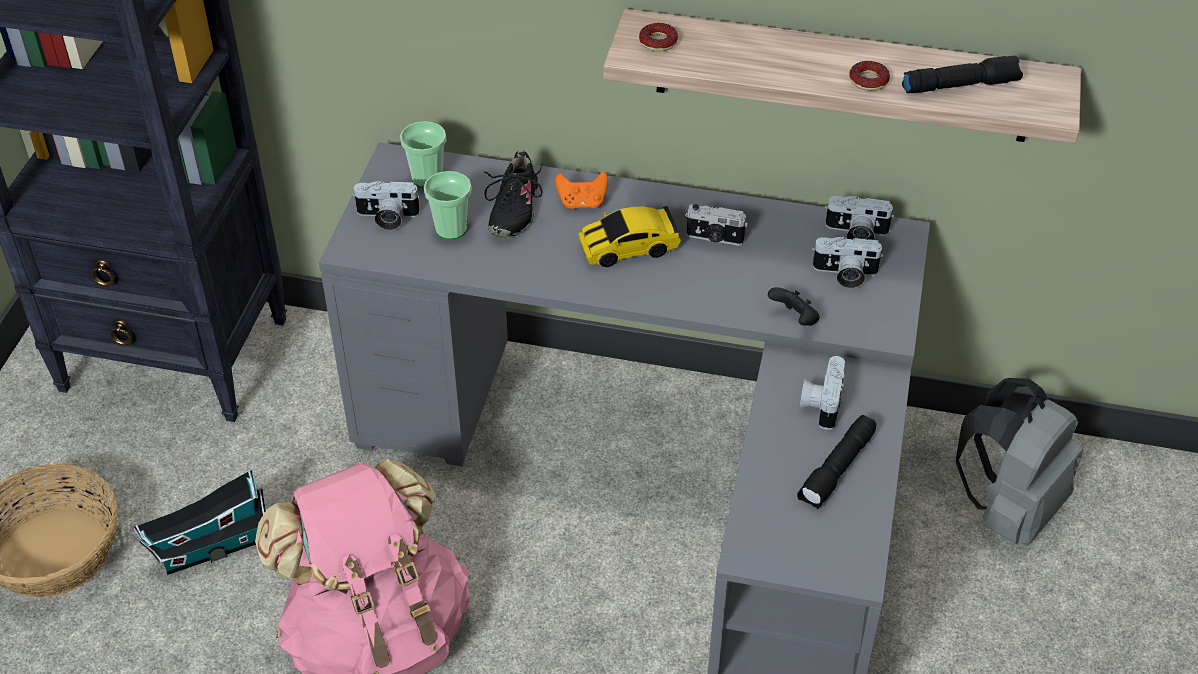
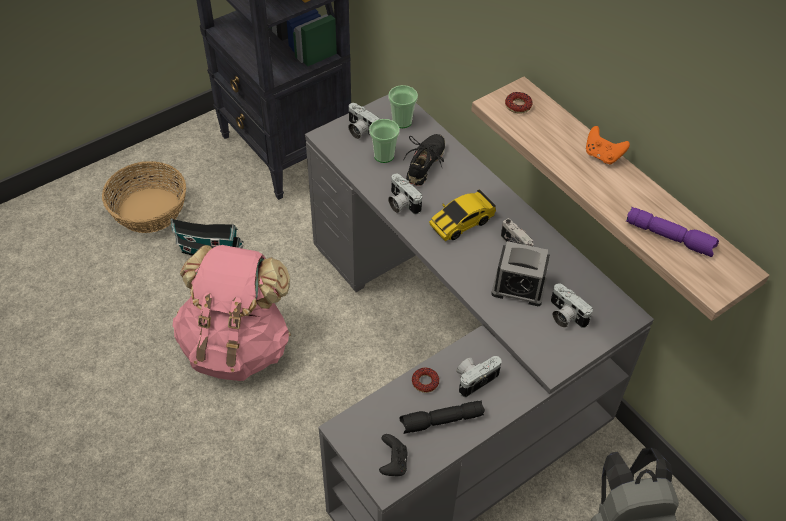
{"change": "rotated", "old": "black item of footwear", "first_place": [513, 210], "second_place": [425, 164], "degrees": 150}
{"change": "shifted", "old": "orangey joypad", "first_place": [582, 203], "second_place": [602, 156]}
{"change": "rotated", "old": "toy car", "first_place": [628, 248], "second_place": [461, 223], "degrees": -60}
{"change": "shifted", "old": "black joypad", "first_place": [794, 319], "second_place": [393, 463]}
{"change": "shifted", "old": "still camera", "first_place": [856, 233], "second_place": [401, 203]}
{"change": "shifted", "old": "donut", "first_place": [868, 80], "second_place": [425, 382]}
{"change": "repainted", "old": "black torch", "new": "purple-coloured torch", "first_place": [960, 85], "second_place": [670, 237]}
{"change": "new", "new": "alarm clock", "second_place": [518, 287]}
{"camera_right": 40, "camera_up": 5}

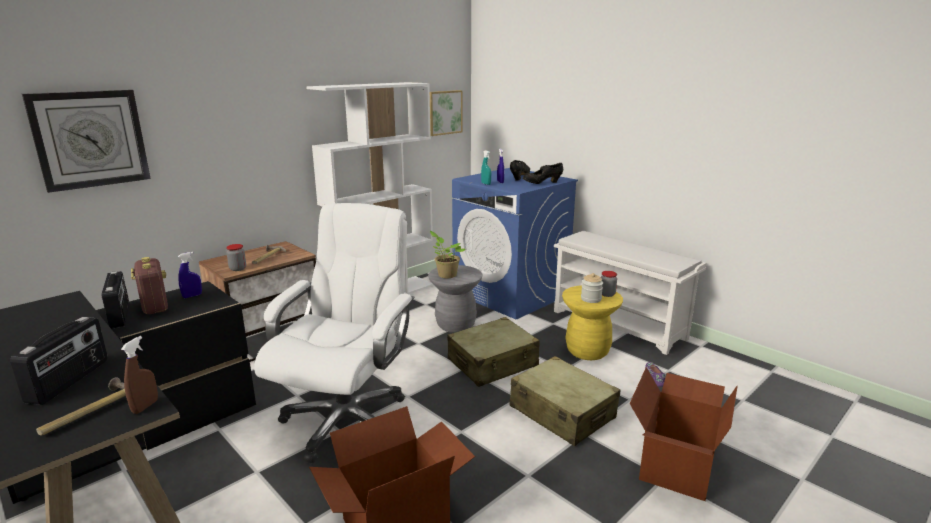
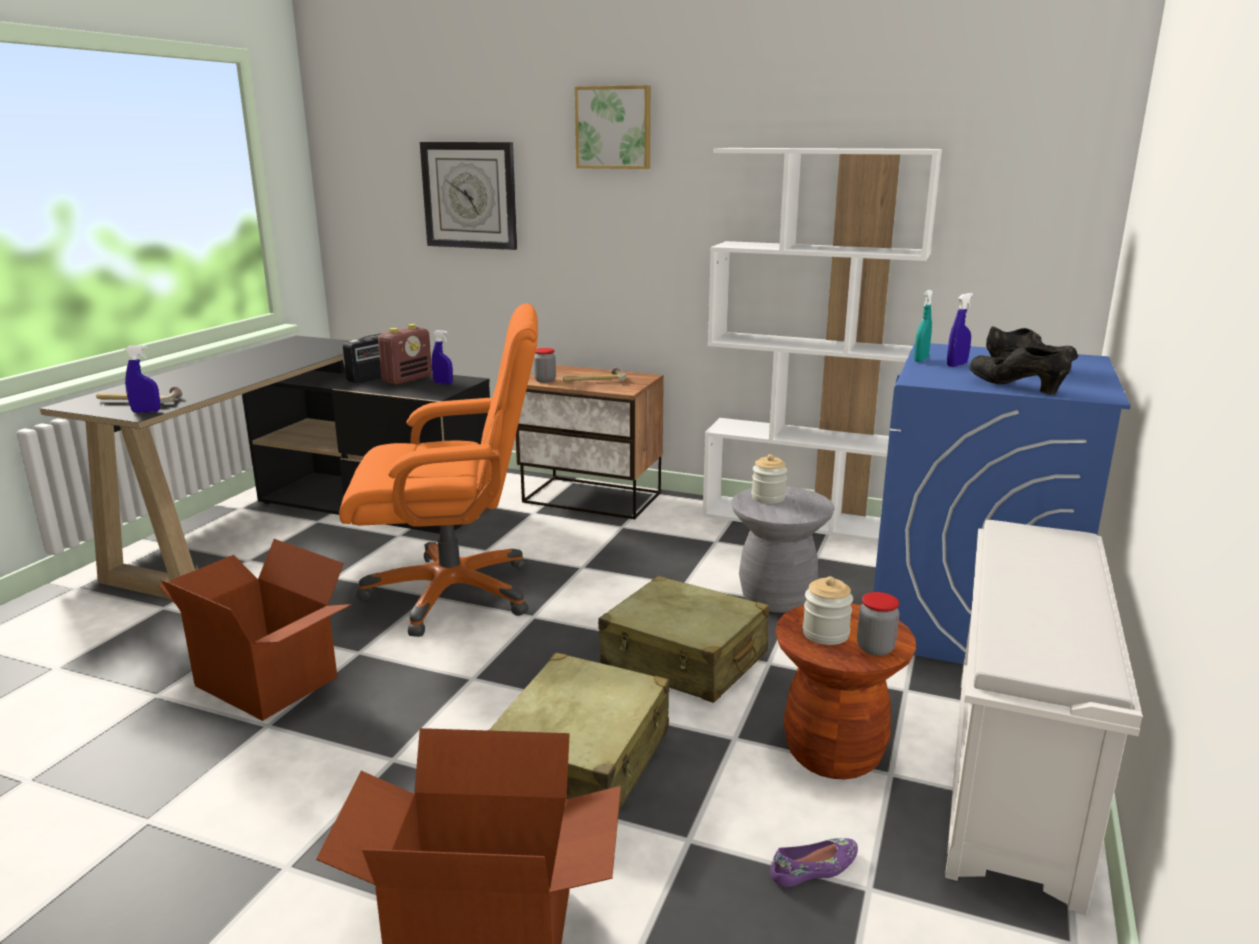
{"change": "gone", "old": "radio receiver", "first_place": [70, 381]}
{"change": "repainted", "old": "brownish hand sprayer", "new": "blue-coloured hand sprayer", "first_place": [145, 406], "second_place": [146, 412]}
{"change": "repainted", "old": "white desk chair", "new": "orangey desk chair", "first_place": [346, 420], "second_place": [453, 593]}
{"change": "shifted", "old": "wall art", "first_place": [444, 112], "second_place": [614, 127]}
{"change": "swapped", "old": "plant in a pot", "new": "jar", "first_place": [446, 275], "second_place": [768, 498]}
{"change": "repainted", "old": "yellow sitting stool", "new": "brownish sitting stool", "first_place": [587, 351], "second_place": [834, 753]}
{"camera_right": 65, "camera_up": 0}

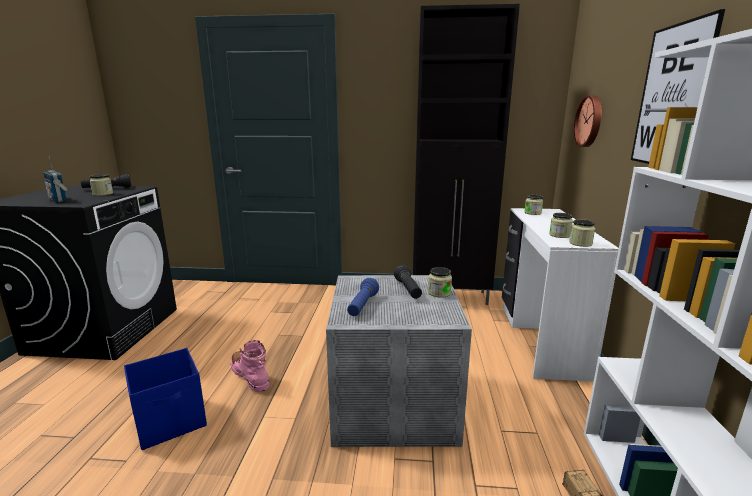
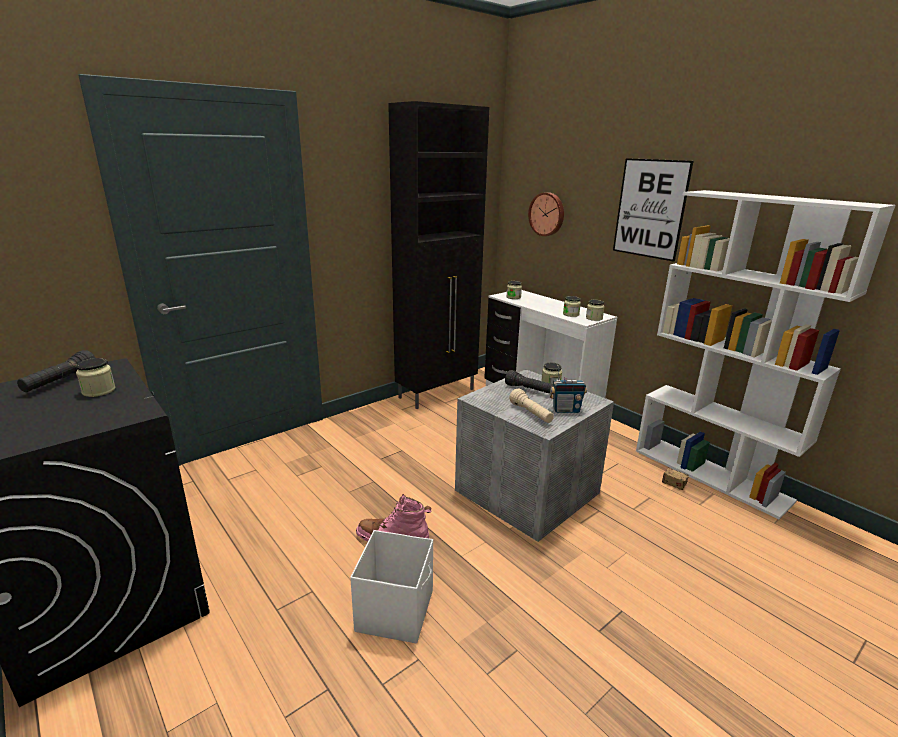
{"change": "shifted", "old": "radio receiver", "first_place": [59, 200], "second_place": [566, 410]}
{"change": "repainted", "old": "blue-coloured storage bin", "new": "white storage bin", "first_place": [171, 421], "second_place": [396, 610]}
{"change": "repainted", "old": "blue-coloured torch", "new": "beige-coloured torch", "first_place": [362, 306], "second_place": [531, 414]}
{"camera_right": -45, "camera_up": 5}

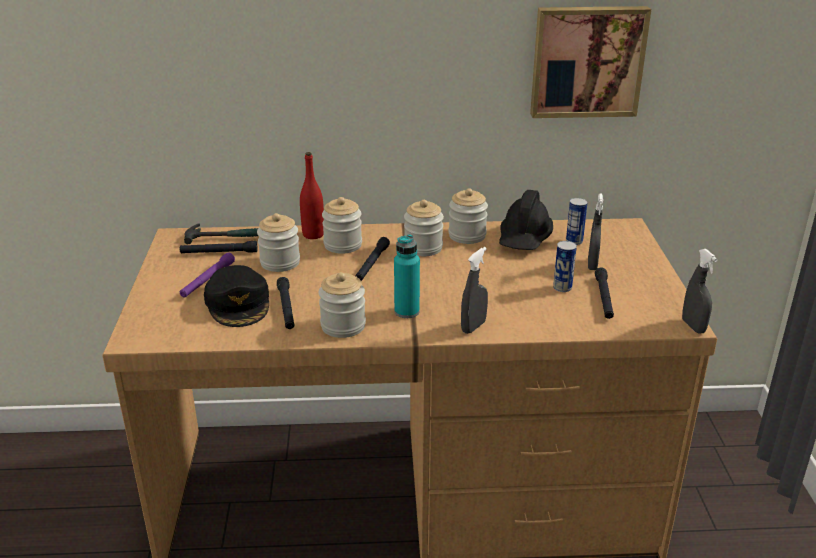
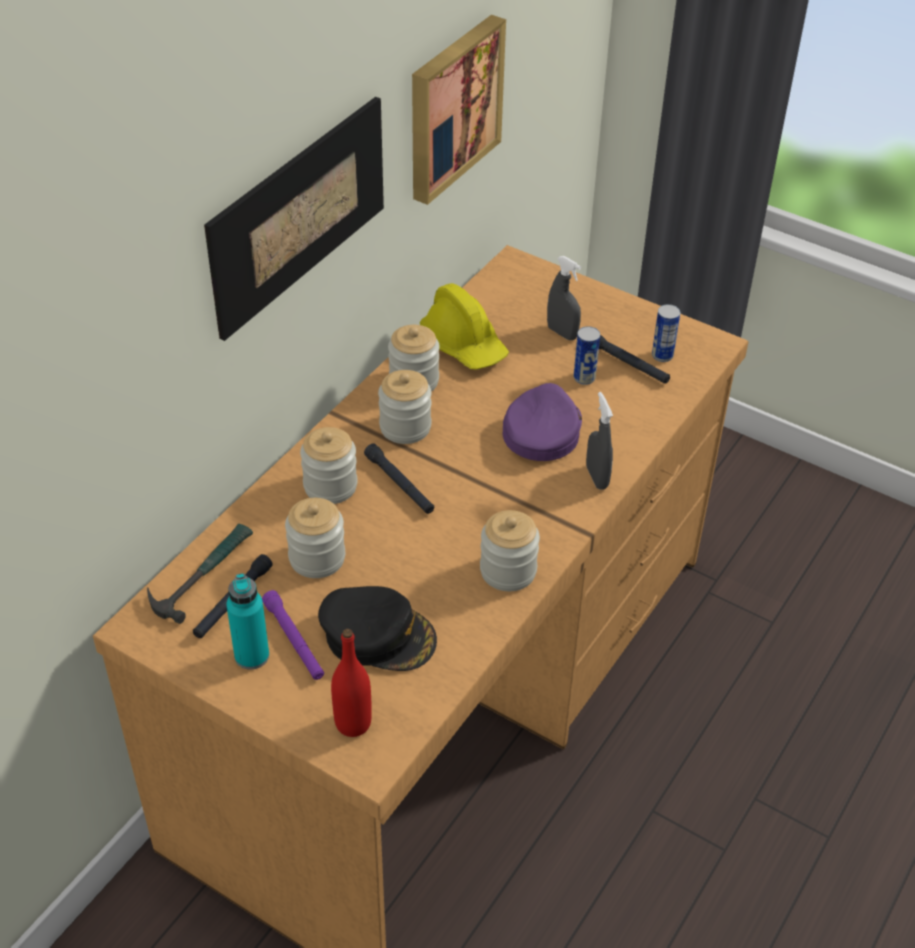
{"change": "gone", "old": "black torch", "first_place": [286, 308]}
{"change": "shifted", "old": "reddish beverage bottle", "first_place": [313, 235], "second_place": [353, 723]}
{"change": "shifted", "old": "turquoise-coloured beverage bottle", "first_place": [406, 311], "second_place": [252, 656]}
{"change": "repainted", "old": "black safety helmet", "new": "yellow safety helmet", "first_place": [525, 238], "second_place": [464, 344]}
{"change": "shifted", "old": "sealed can", "first_place": [574, 241], "second_place": [662, 355]}
{"change": "gone", "old": "gray hand sprayer", "first_place": [693, 326]}
{"change": "new", "new": "wall art", "second_place": [299, 214]}
{"change": "new", "new": "purple-coloured cap", "second_place": [542, 430]}
{"camera_right": -55, "camera_up": 15}

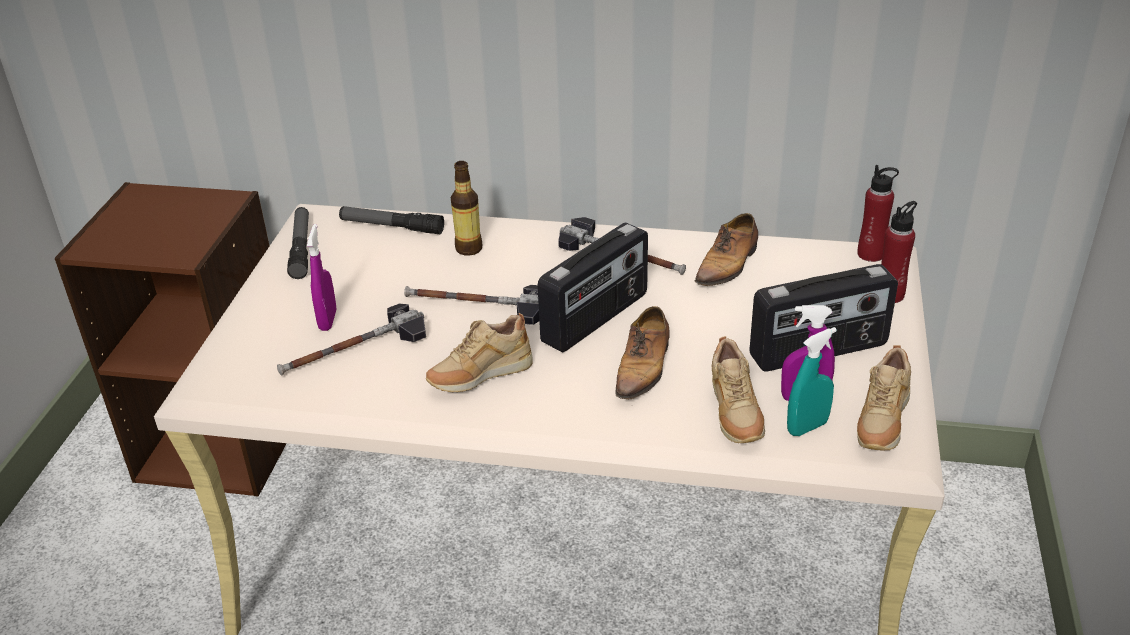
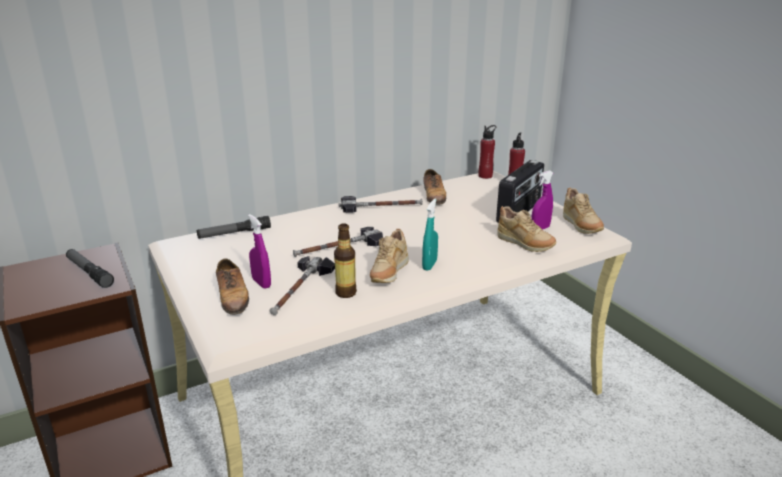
{"change": "shifted", "old": "torch", "first_place": [301, 248], "second_place": [89, 272]}
{"change": "shifted", "old": "beverage bottle", "first_place": [468, 248], "second_place": [345, 293]}
{"change": "gone", "old": "radio receiver", "first_place": [596, 319]}
{"change": "shifted", "old": "item of footwear", "first_place": [643, 368], "second_place": [233, 297]}
{"change": "shifted", "old": "turquoise-coloured hand sprayer", "first_place": [807, 427], "second_place": [429, 265]}
{"camera_right": -40, "camera_up": -10}

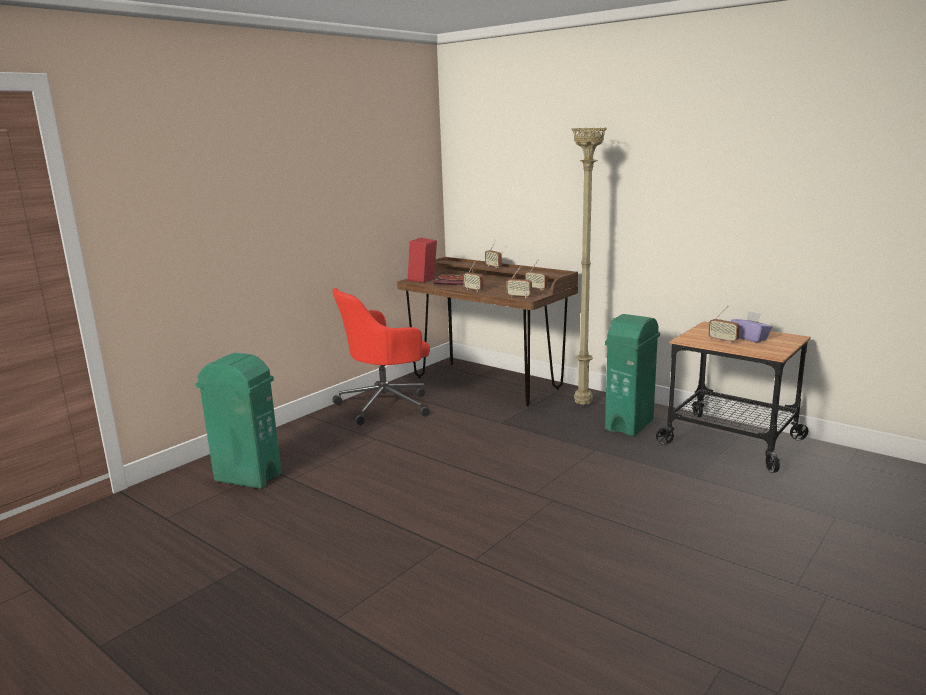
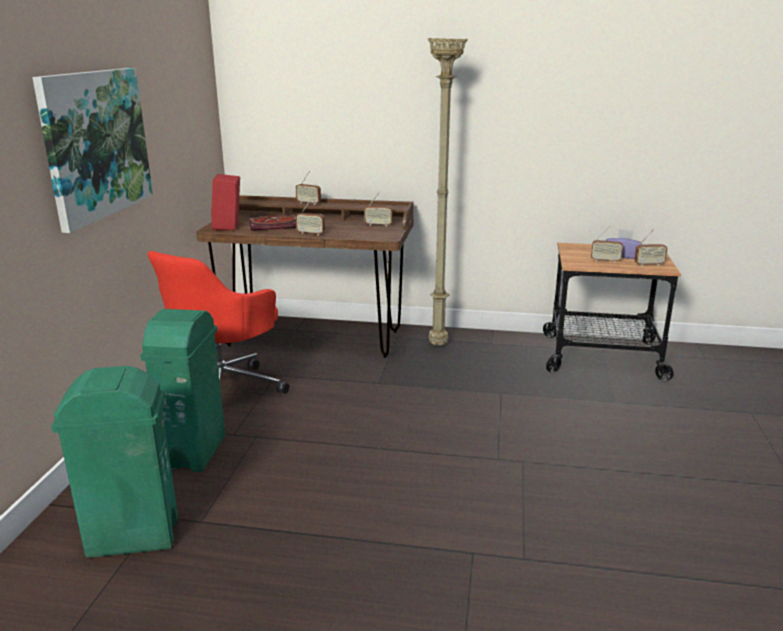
{"change": "shifted", "old": "radio receiver", "first_place": [519, 297], "second_place": [649, 265]}
{"change": "shifted", "old": "green-coloured waste bin", "first_place": [630, 425], "second_place": [195, 452]}
{"change": "new", "new": "wall art", "second_place": [96, 144]}
{"camera_right": -30, "camera_up": 5}

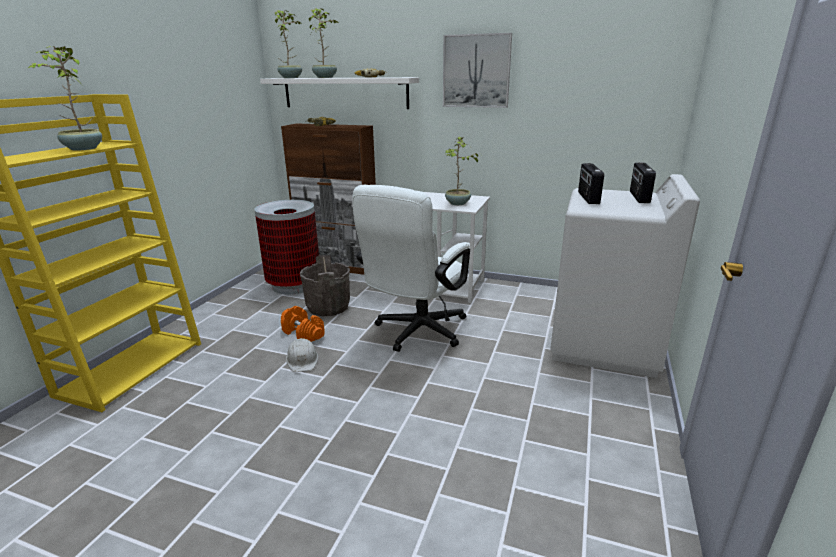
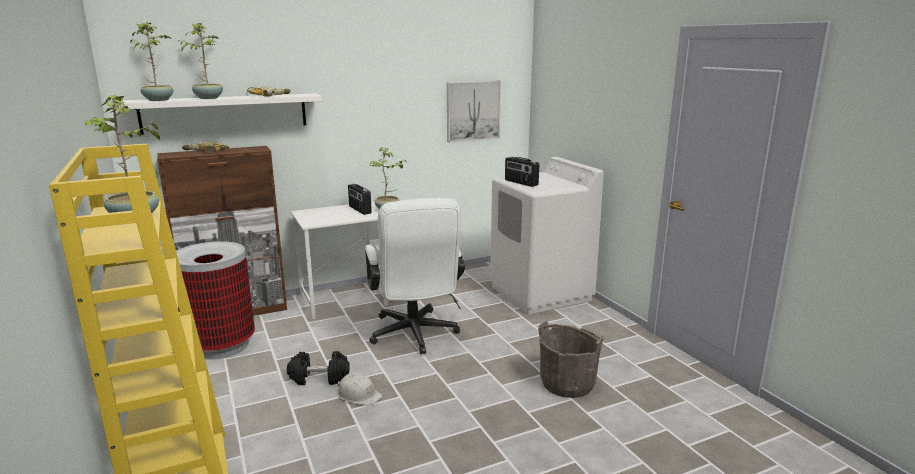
{"change": "repainted", "old": "orangey hand weight", "new": "black hand weight", "first_place": [303, 334], "second_place": [319, 378]}
{"change": "shifted", "old": "gray water bucket", "first_place": [328, 307], "second_place": [567, 383]}
{"change": "shifted", "old": "wall art", "first_place": [476, 71], "second_place": [473, 111]}
{"change": "shifted", "old": "radio receiver", "first_place": [638, 197], "second_place": [359, 210]}
{"camera_right": -45, "camera_up": -5}

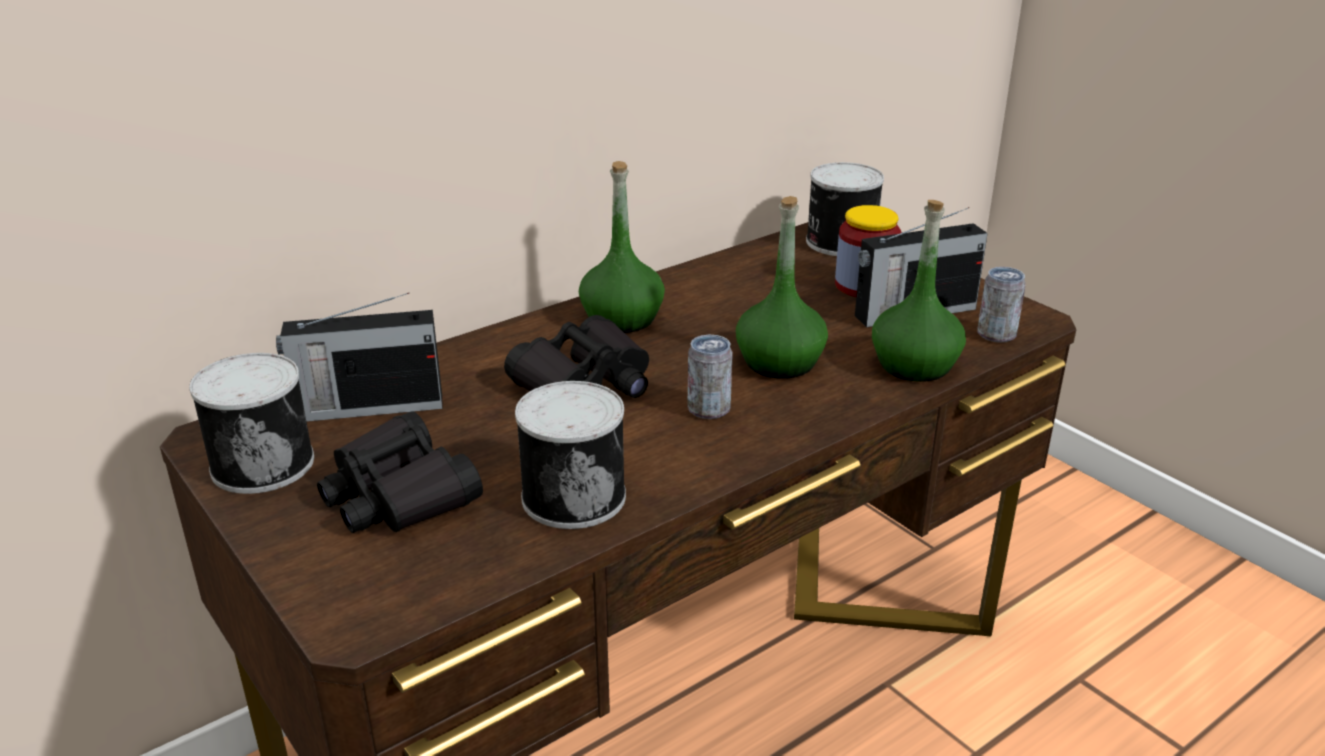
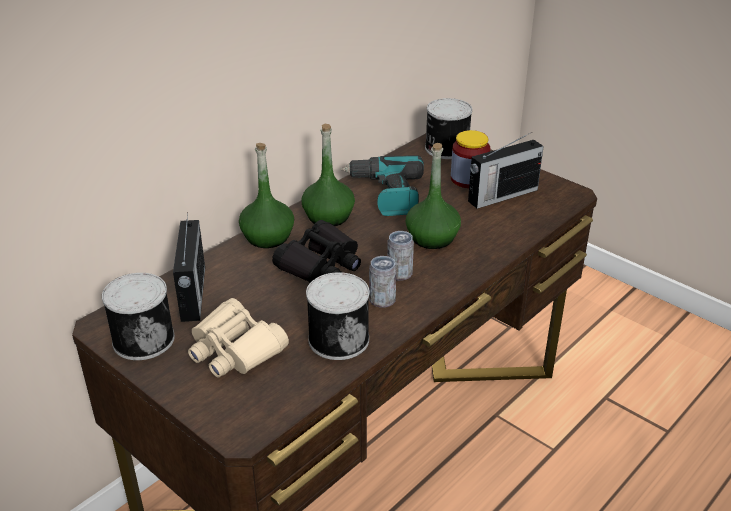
{"change": "rotated", "old": "radio receiver", "first_place": [367, 407], "second_place": [192, 294], "degrees": -75}
{"change": "repainted", "old": "black binoculars", "new": "beige-coloured binoculars", "first_place": [398, 494], "second_place": [235, 350]}
{"change": "shifted", "old": "green-coloured beverage bottle", "first_place": [914, 365], "second_place": [268, 237]}
{"change": "shifted", "old": "sealed can", "first_place": [996, 334], "second_place": [382, 300]}
{"change": "new", "new": "electric drill", "second_place": [386, 194]}
{"camera_right": -10, "camera_up": 5}

